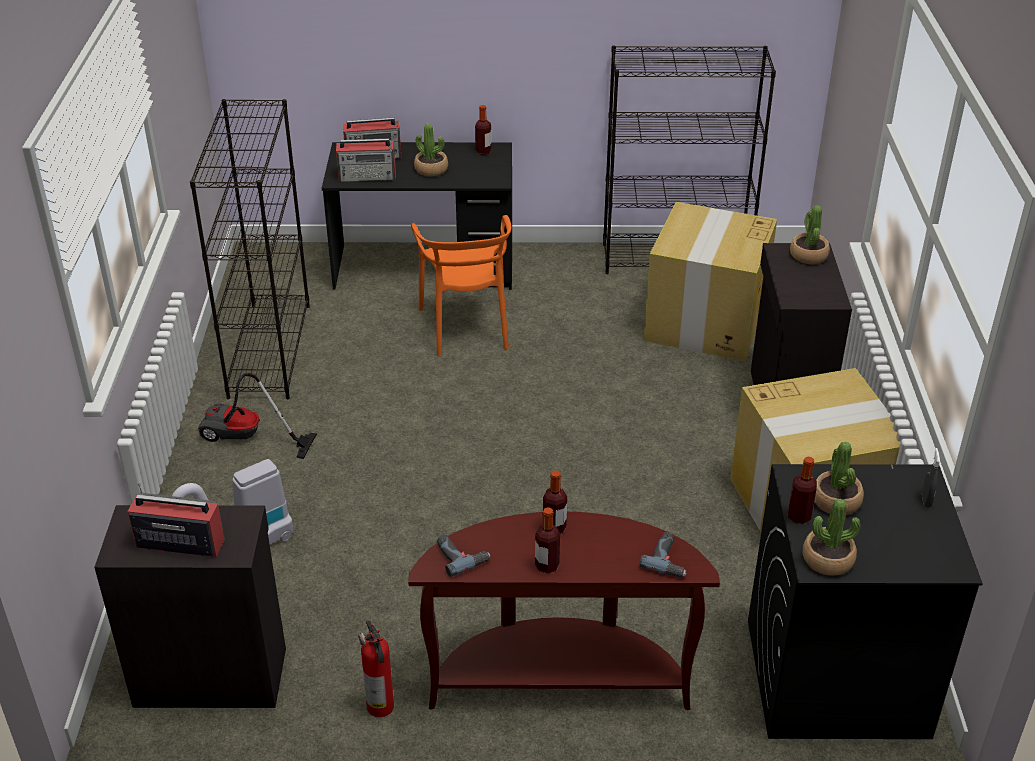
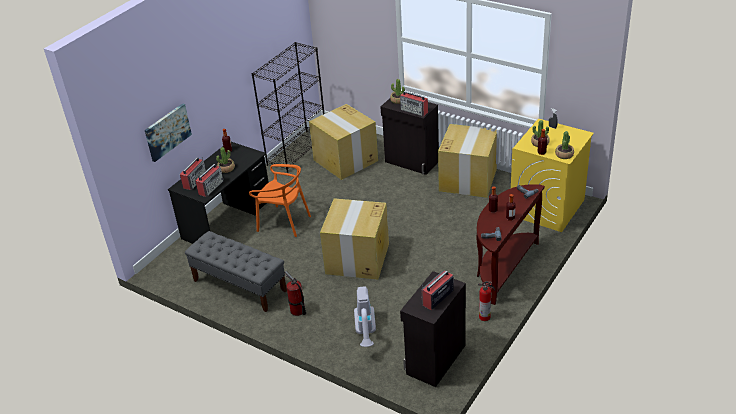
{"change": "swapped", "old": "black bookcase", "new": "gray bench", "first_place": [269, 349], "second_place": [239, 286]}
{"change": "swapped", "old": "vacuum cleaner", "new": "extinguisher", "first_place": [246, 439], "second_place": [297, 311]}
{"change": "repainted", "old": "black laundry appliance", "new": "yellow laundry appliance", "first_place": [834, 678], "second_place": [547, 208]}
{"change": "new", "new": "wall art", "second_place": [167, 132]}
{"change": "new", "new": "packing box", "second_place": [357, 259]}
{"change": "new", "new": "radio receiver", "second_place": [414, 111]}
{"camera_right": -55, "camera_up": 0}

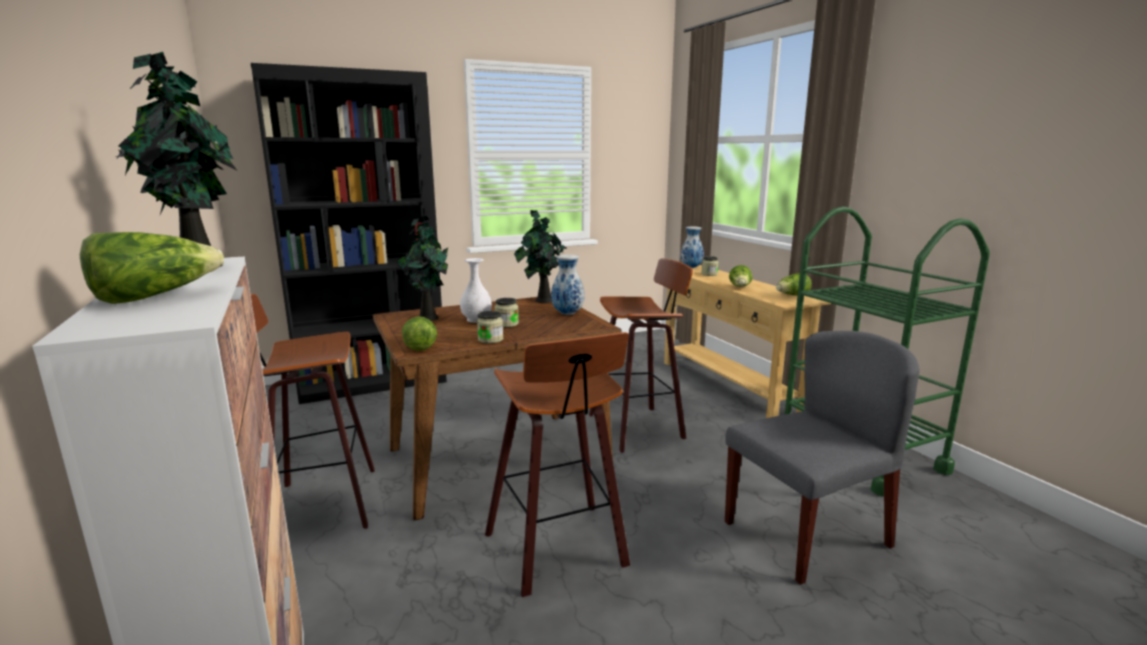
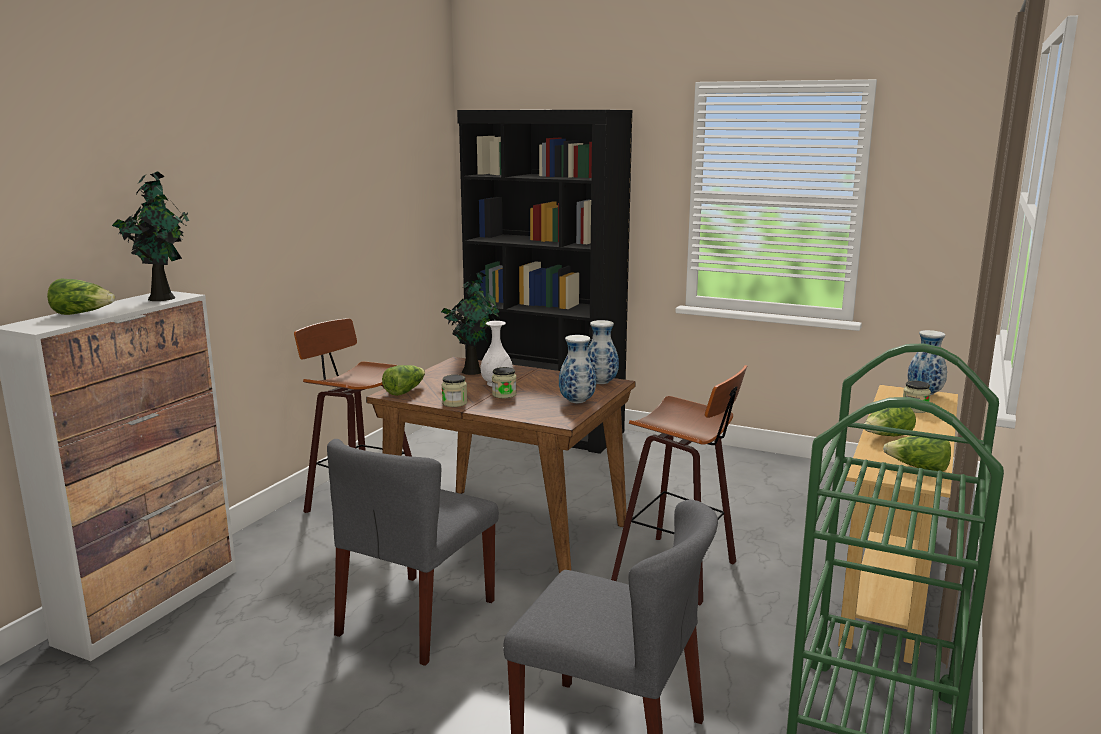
{"change": "swapped", "old": "sitting stool", "new": "gray chair", "first_place": [560, 550], "second_place": [416, 618]}
{"change": "swapped", "old": "plant in a pot", "new": "vase", "first_place": [542, 300], "second_place": [600, 383]}
{"camera_right": 50, "camera_up": 0}

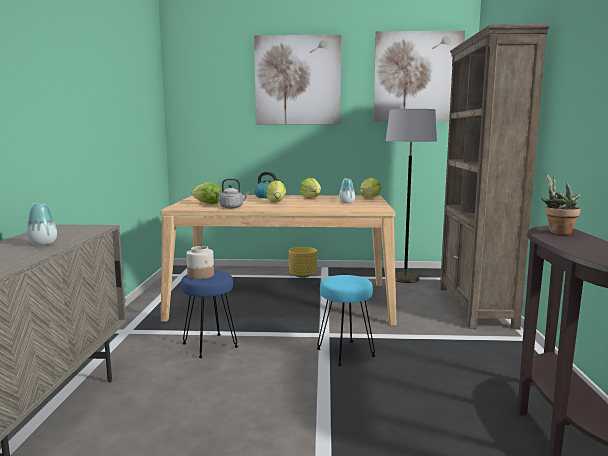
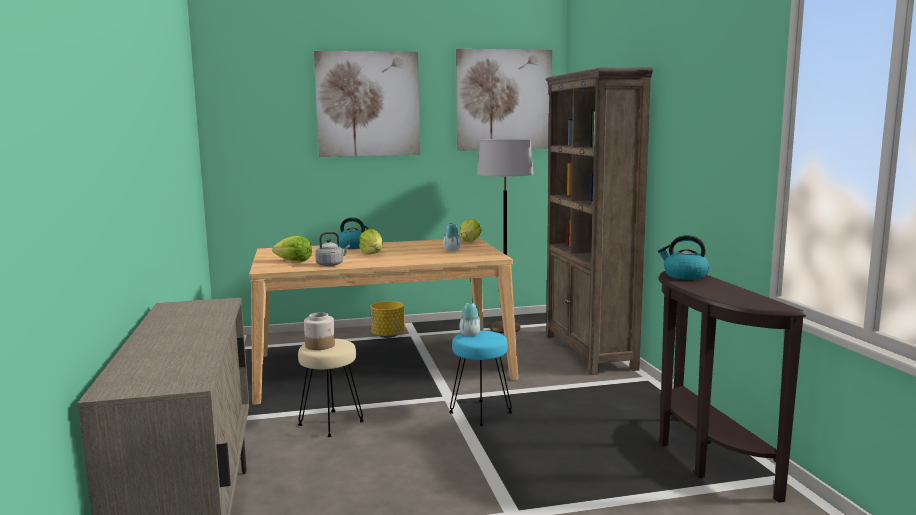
{"change": "shifted", "old": "vase", "first_place": [43, 243], "second_place": [470, 334]}
{"change": "repainted", "old": "blue-coloured sitting stool", "new": "beige-coloured sitting stool", "first_place": [209, 346], "second_place": [330, 424]}
{"change": "gone", "old": "lettuce head", "first_place": [311, 198]}
{"change": "swapped", "old": "plant in a pot", "new": "kettle", "first_place": [557, 232], "second_place": [684, 276]}
{"camera_right": -15, "camera_up": 0}

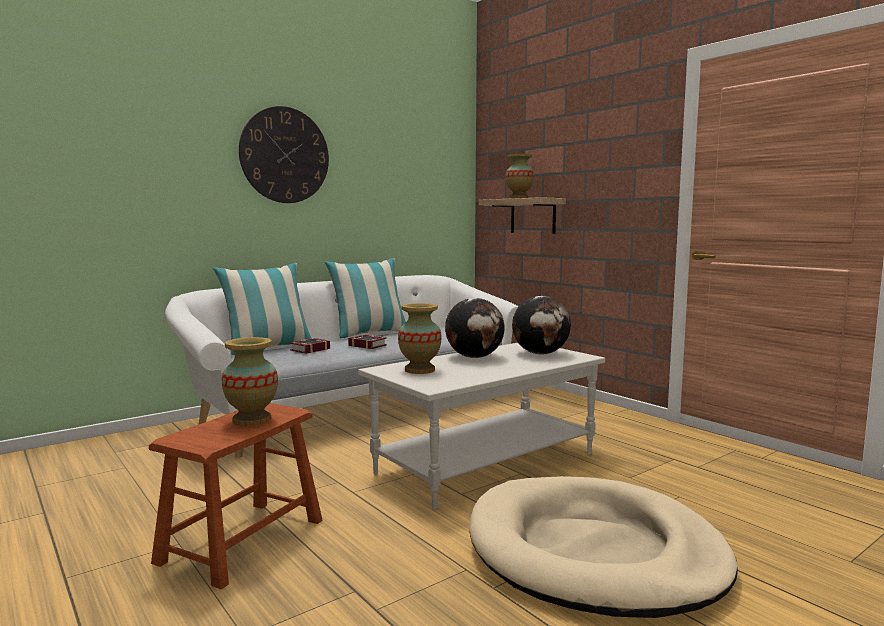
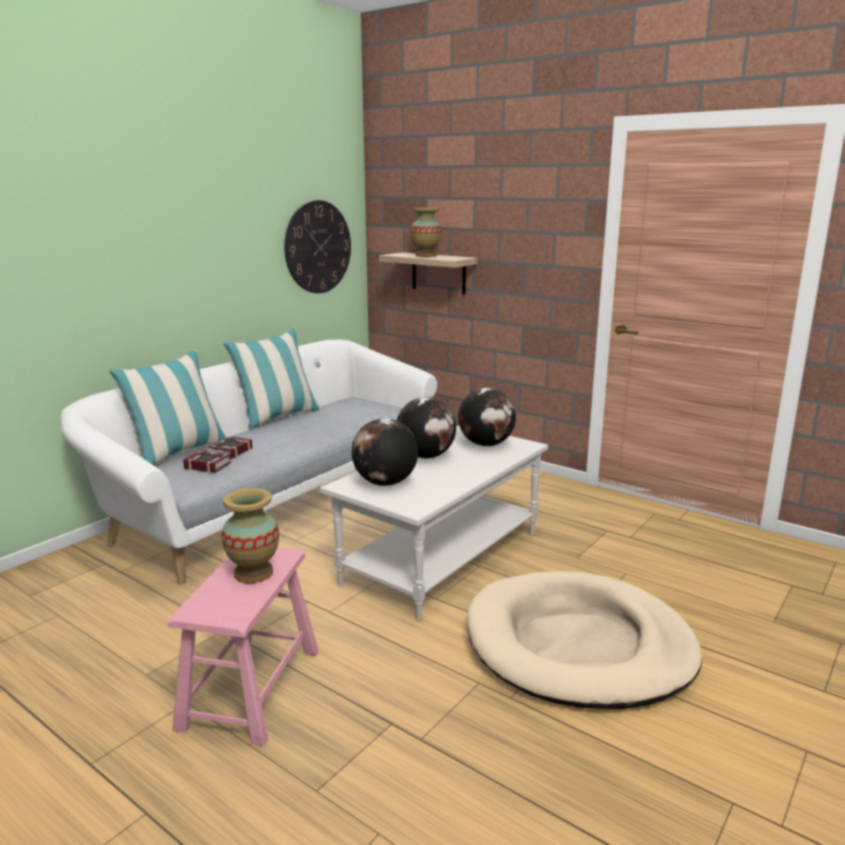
{"change": "repainted", "old": "brownish sitting stool", "new": "pinkish sitting stool", "first_place": [242, 541], "second_place": [251, 688]}
{"change": "shifted", "old": "hanging clock", "first_place": [285, 155], "second_place": [318, 247]}
{"change": "shifted", "old": "volume", "first_place": [367, 345], "second_place": [206, 465]}
{"change": "swapped", "old": "vase", "new": "globe", "first_place": [419, 370], "second_place": [385, 483]}
{"camera_right": -15, "camera_up": 10}

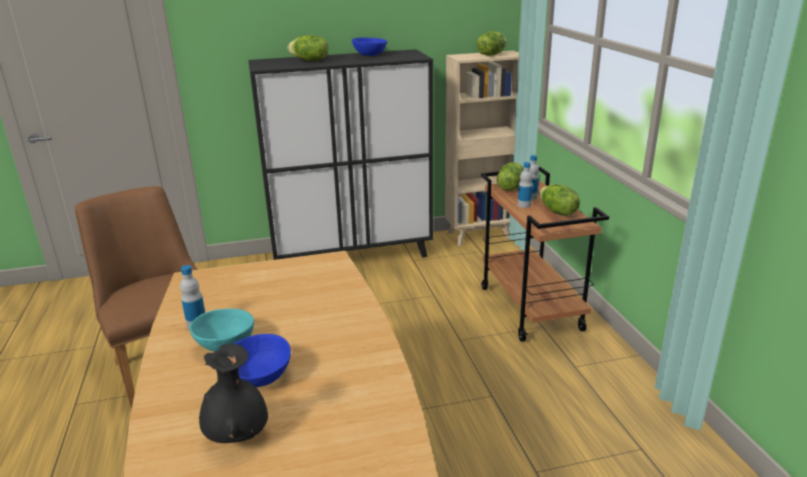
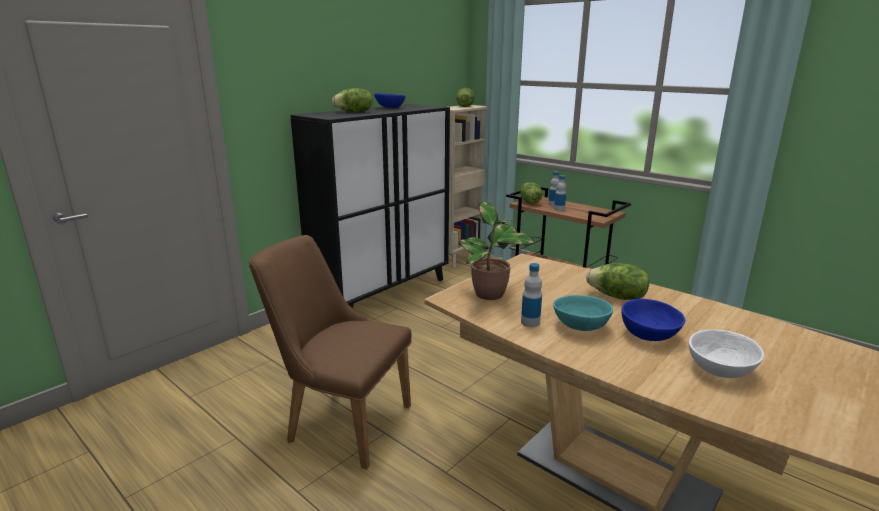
{"change": "swapped", "old": "black vase", "new": "white bowl", "first_place": [237, 437], "second_place": [720, 369]}
{"change": "shifted", "old": "lettuce head", "first_place": [557, 212], "second_place": [617, 297]}
{"change": "new", "new": "plant in a pot", "second_place": [491, 295]}
{"camera_right": -35, "camera_up": -5}

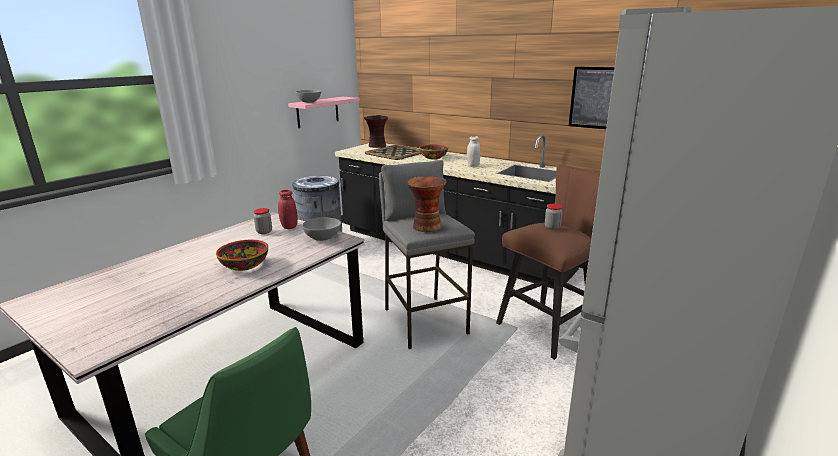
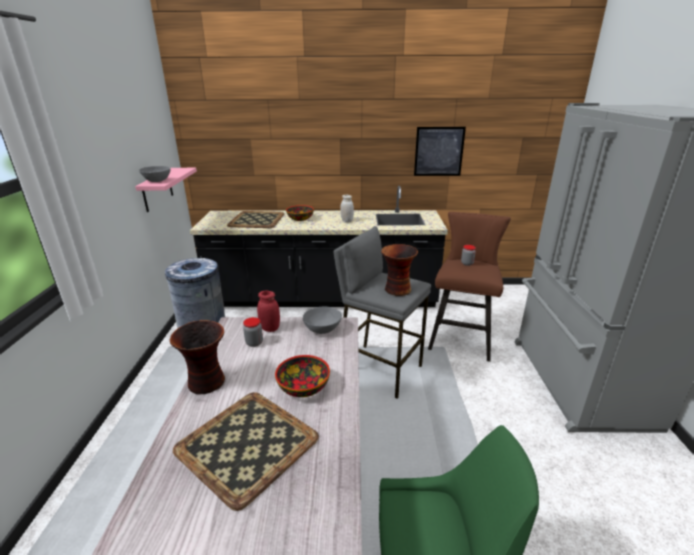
{"change": "shifted", "old": "vase", "first_place": [377, 146], "second_place": [207, 382]}
{"change": "new", "new": "tray", "second_place": [245, 444]}
{"camera_right": -35, "camera_up": 5}

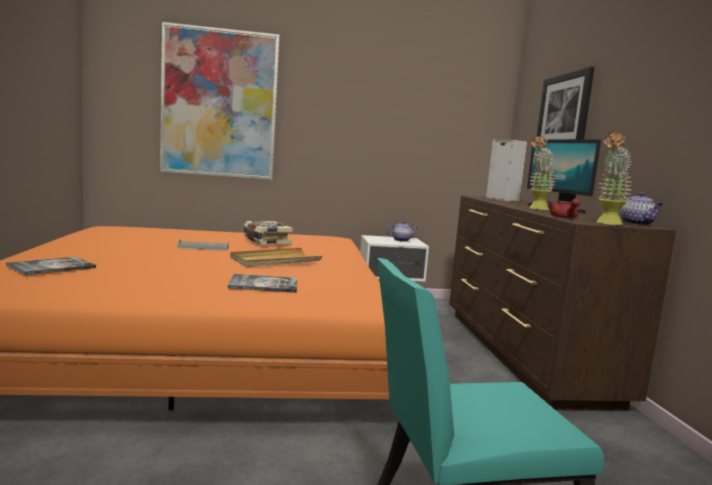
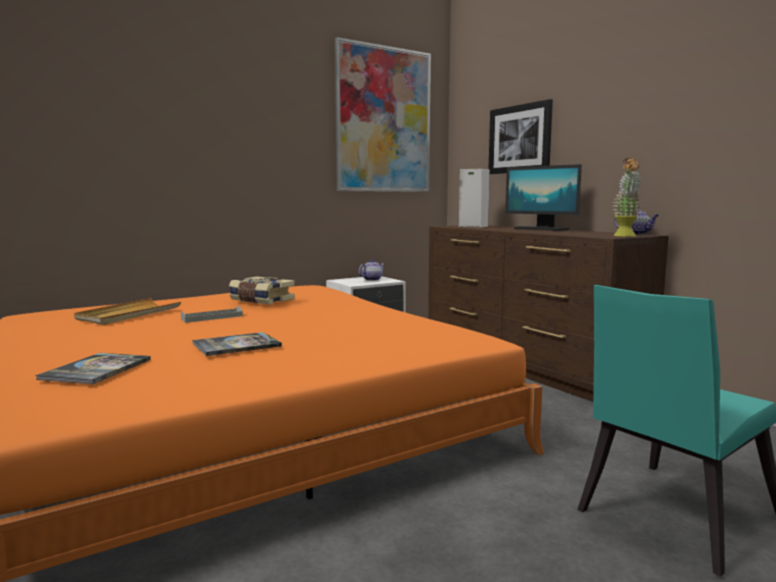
{"change": "shifted", "old": "wall art", "first_place": [219, 104], "second_place": [384, 120]}
{"change": "shifted", "old": "volume", "first_place": [264, 285], "second_place": [236, 345]}
{"change": "shifted", "old": "beige-coloured tray", "first_place": [275, 261], "second_place": [129, 314]}
{"change": "gone", "old": "plant in a pot", "first_place": [536, 209]}
{"change": "gone", "old": "reddish tea pot", "first_place": [564, 217]}
{"camera_right": -25, "camera_up": 0}

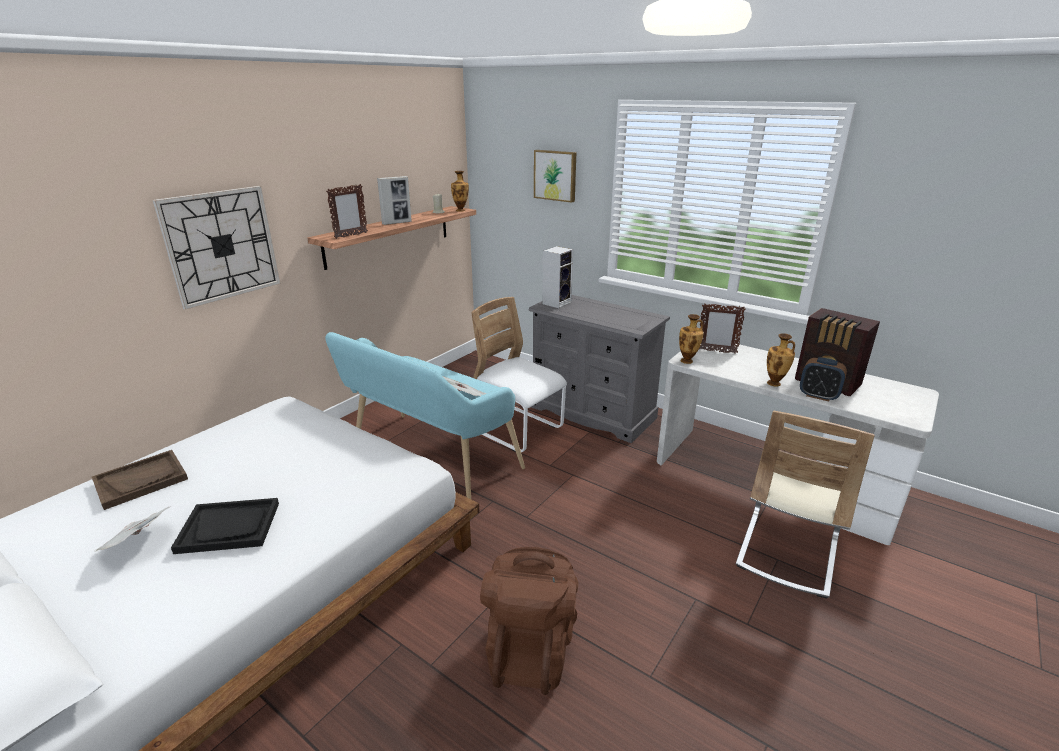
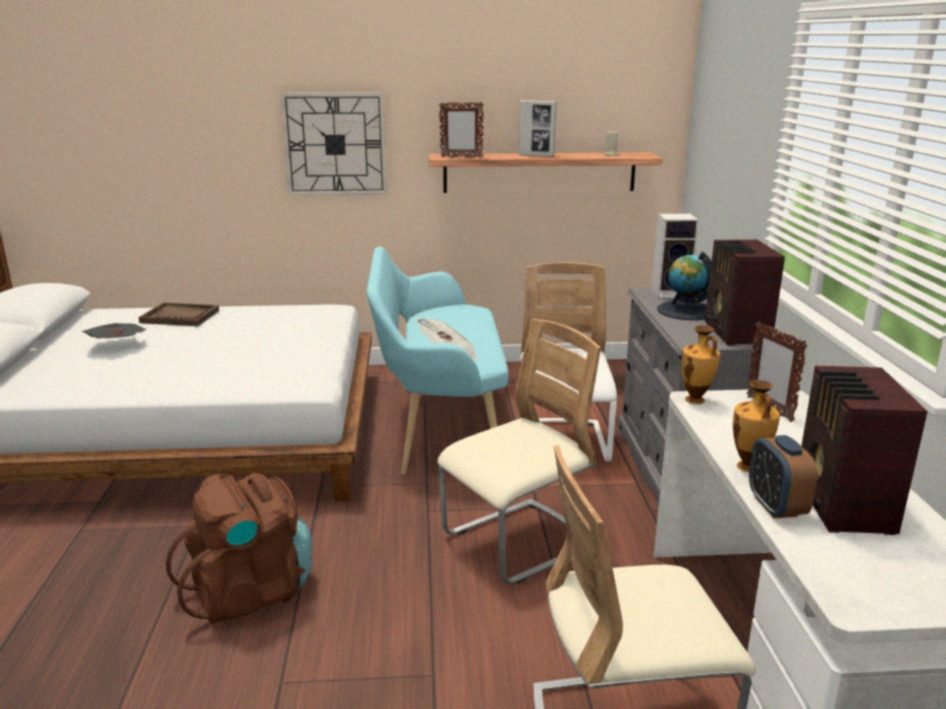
{"change": "gone", "old": "black tray", "first_place": [229, 527]}
{"change": "gone", "old": "vase", "first_place": [461, 210]}
{"change": "gone", "old": "wall art", "first_place": [555, 175]}
{"change": "new", "new": "beige-coloured chair", "second_place": [518, 543]}
{"change": "new", "new": "globe", "second_place": [685, 311]}
{"change": "new", "new": "radio receiver", "second_place": [736, 334]}
{"camera_right": 50, "camera_up": -5}

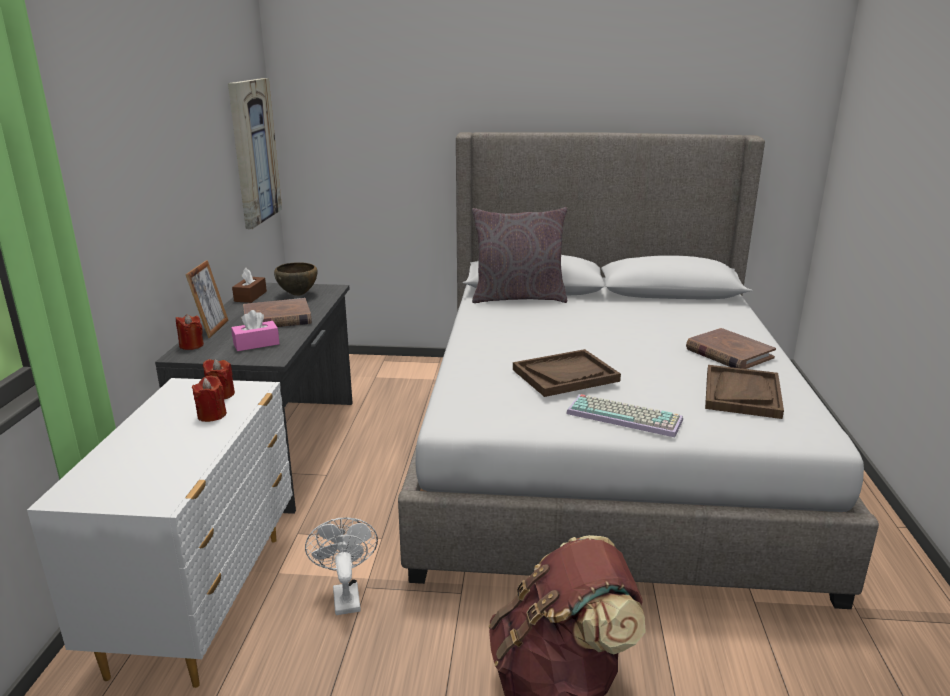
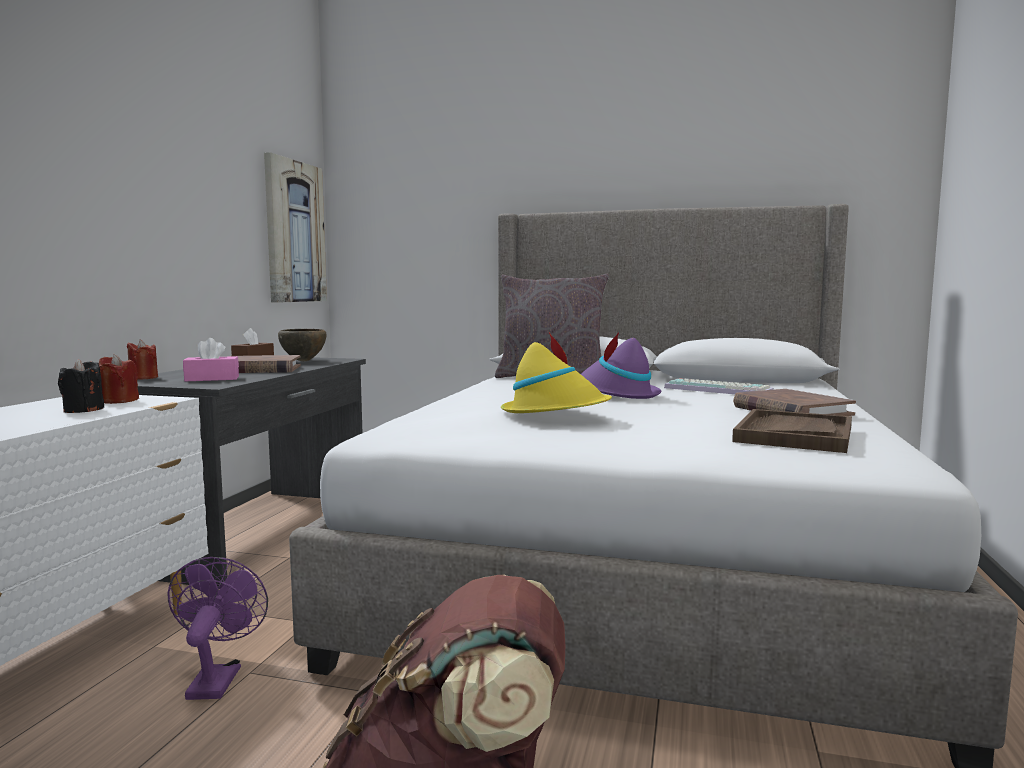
{"change": "gone", "old": "picture frame", "first_place": [212, 329]}
{"change": "repainted", "old": "reddish candle", "new": "black candle", "first_place": [212, 415], "second_place": [83, 410]}
{"change": "repainted", "old": "white electric fan", "new": "purple-coloured electric fan", "first_place": [345, 595], "second_place": [217, 678]}
{"change": "swapped", "old": "brownish tray", "new": "yellow wearable hat", "first_place": [565, 375], "second_place": [555, 412]}
{"change": "shifted", "old": "PC keyboard", "first_place": [626, 416], "second_place": [719, 390]}
{"change": "new", "new": "purple-coloured wearable hat", "second_place": [615, 394]}
{"camera_right": 10, "camera_up": -15}

